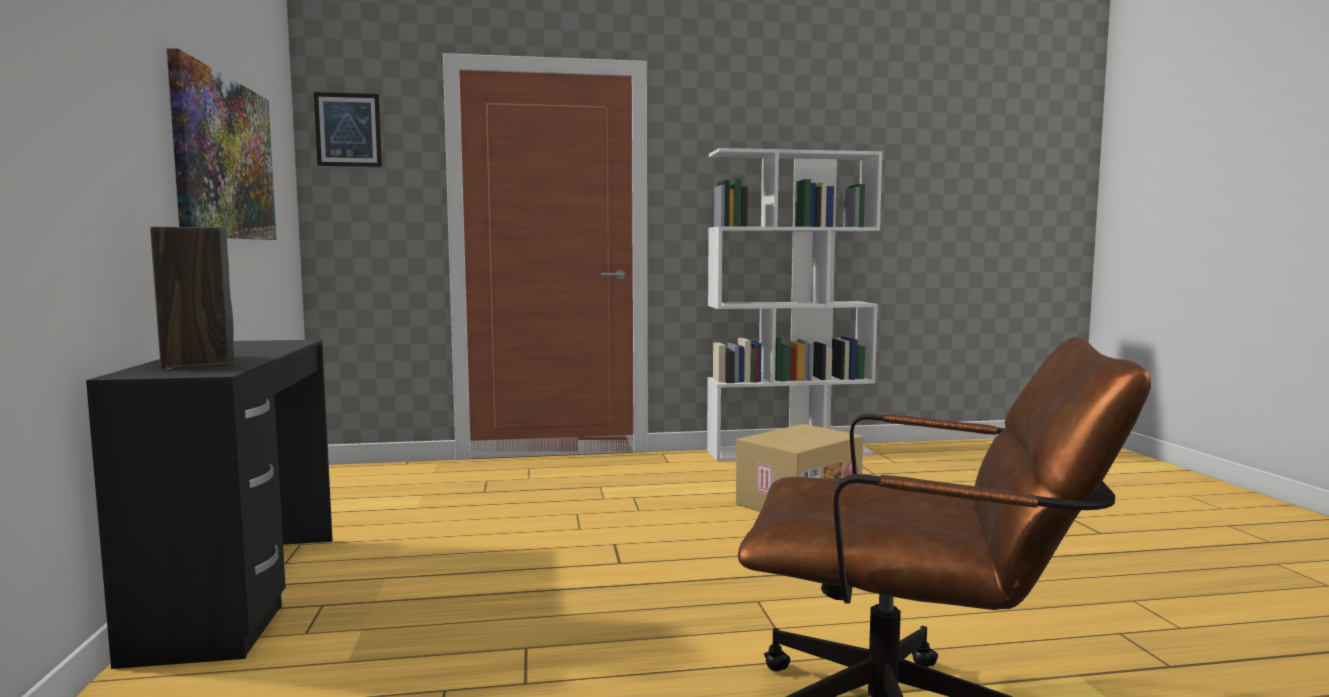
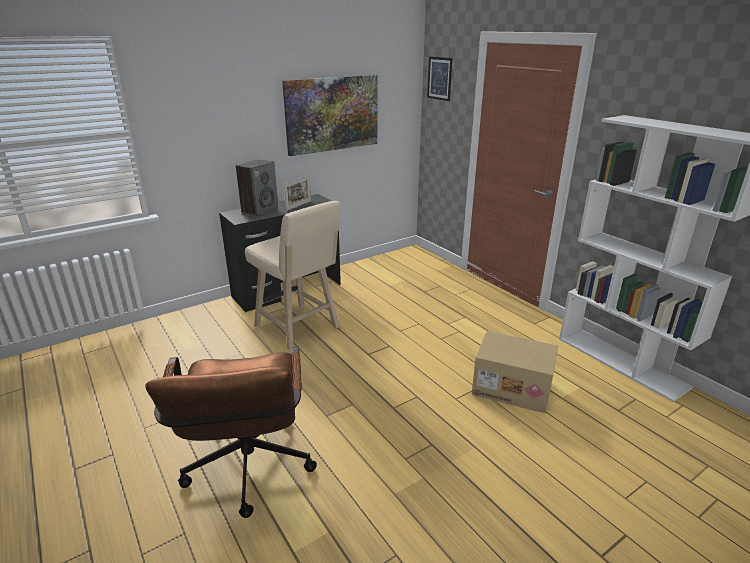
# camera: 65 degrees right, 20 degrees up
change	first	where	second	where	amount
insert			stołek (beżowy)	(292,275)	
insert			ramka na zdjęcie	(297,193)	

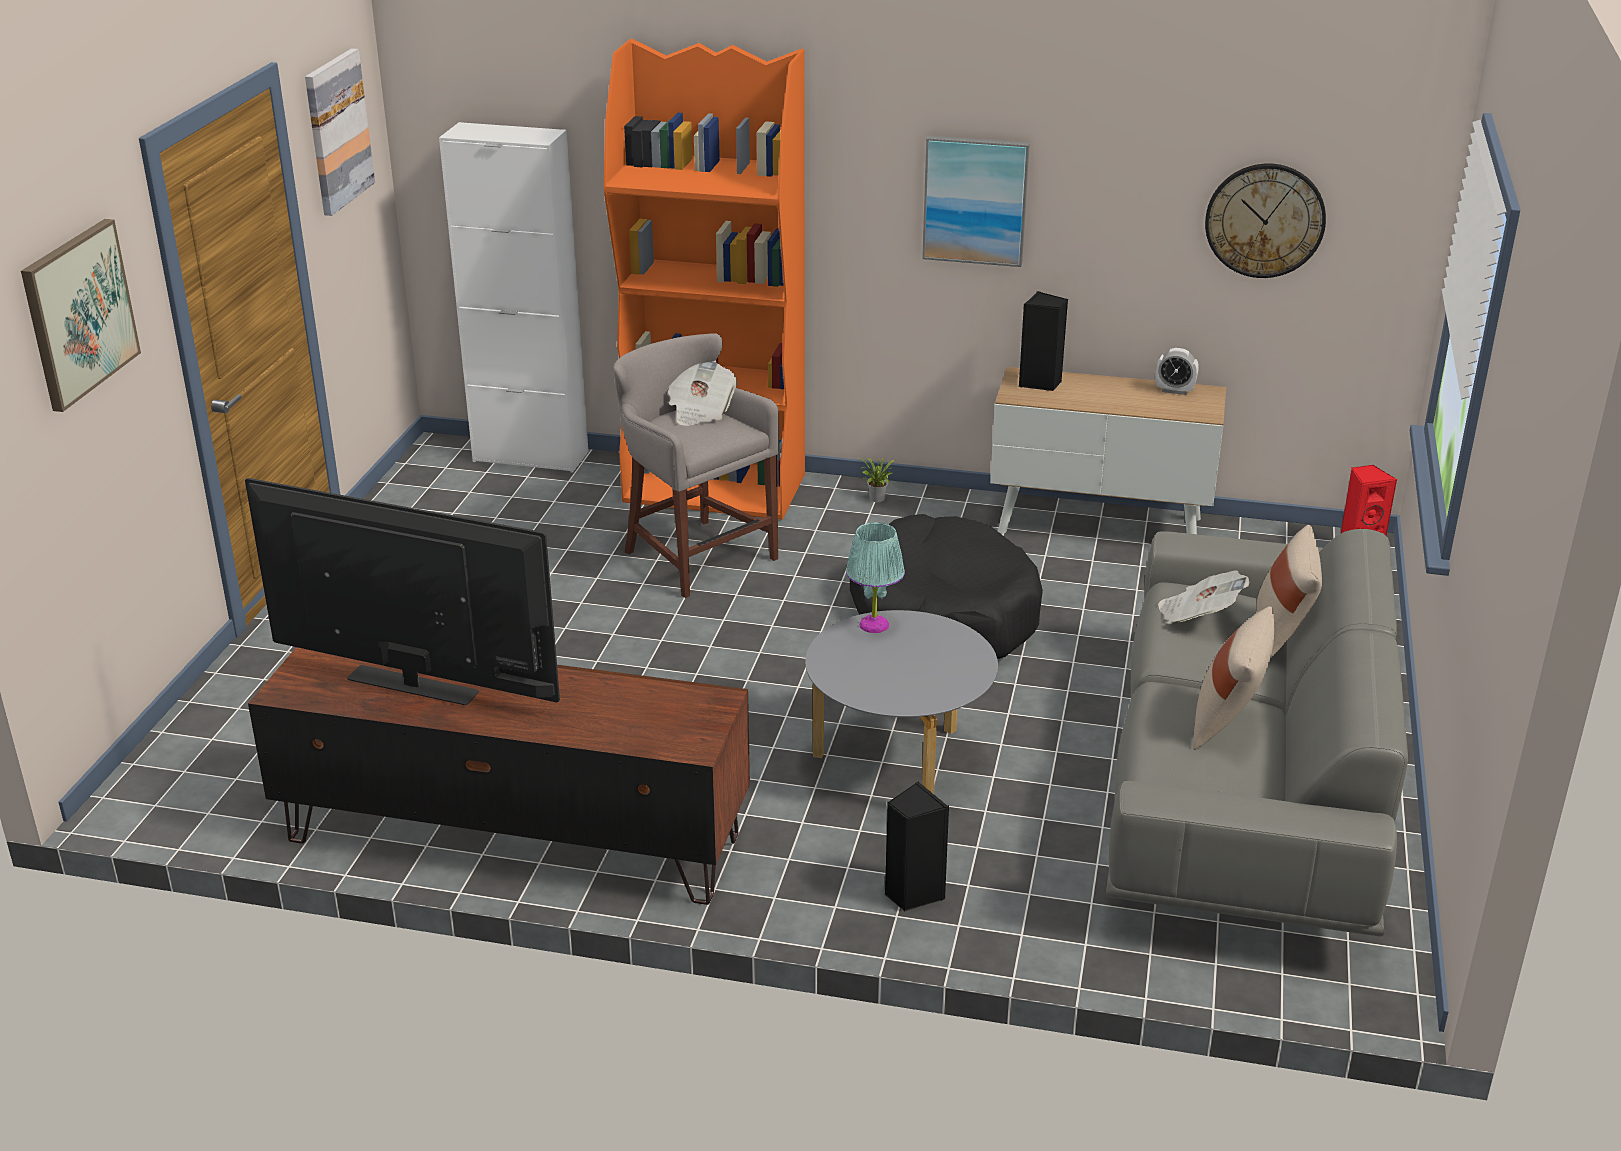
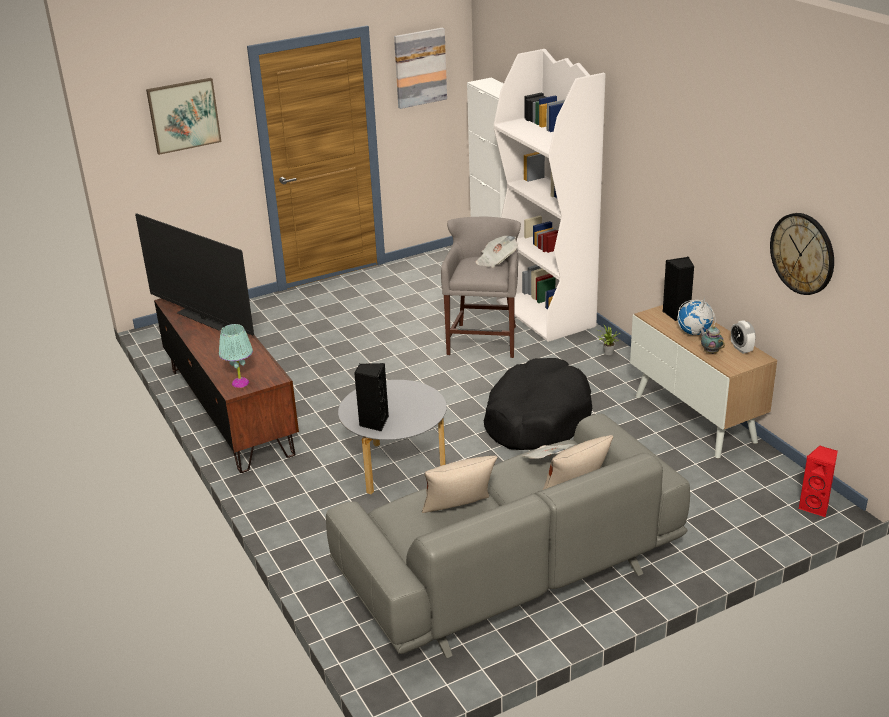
# camera: 50 degrees right, 0 degrees up
change	first	where	second	where	amount
rotate	telewizor	(402,591)		(194,274)	150 degrees clockwise
move	lampa stołowa (turkusowy)	(875,577)		(236,356)	
move	głośnik (czarny)	(917,846)		(371,397)	
recolor	regał (pomarańczowy)	(704,279)	regał (biały)	(549,195)	
insert			globus	(696,316)	
insert			imbryk	(712,340)	
delete	obraz	(976,201)			

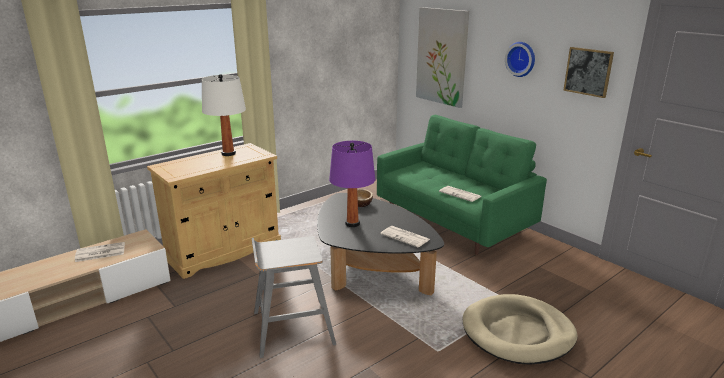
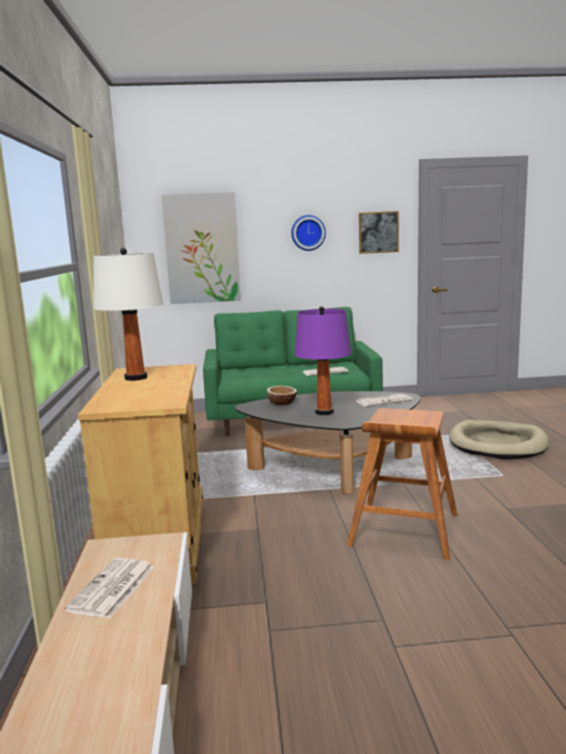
# camera: 55 degrees left, 10 degrees down
change	first	where	second	where	amount
recolor	stołek (szary)	(294,297)	stołek (brązowy)	(402,484)	

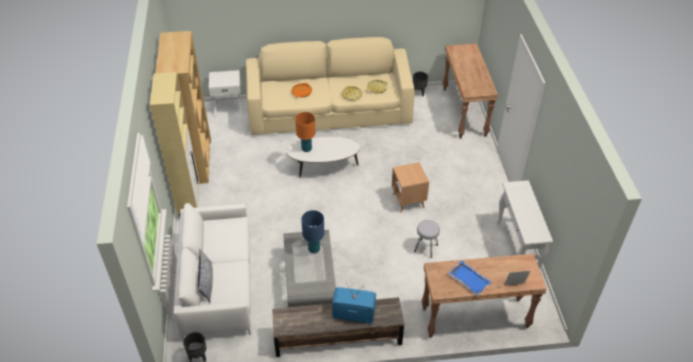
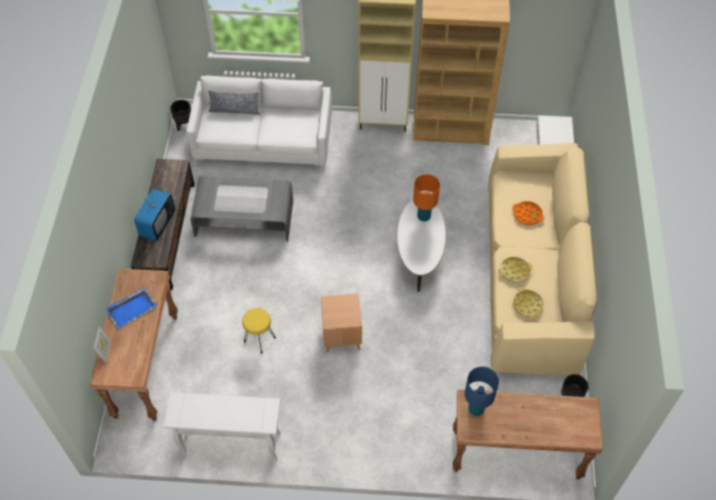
# camera: 100 degrees right, 10 degrees up
change	first	where	second	where	amount
recolor	stołek (szary)	(427,239)	stołek (żółty)	(259,331)	
move	lampa stołowa (niebieski)	(312,231)		(482,391)	

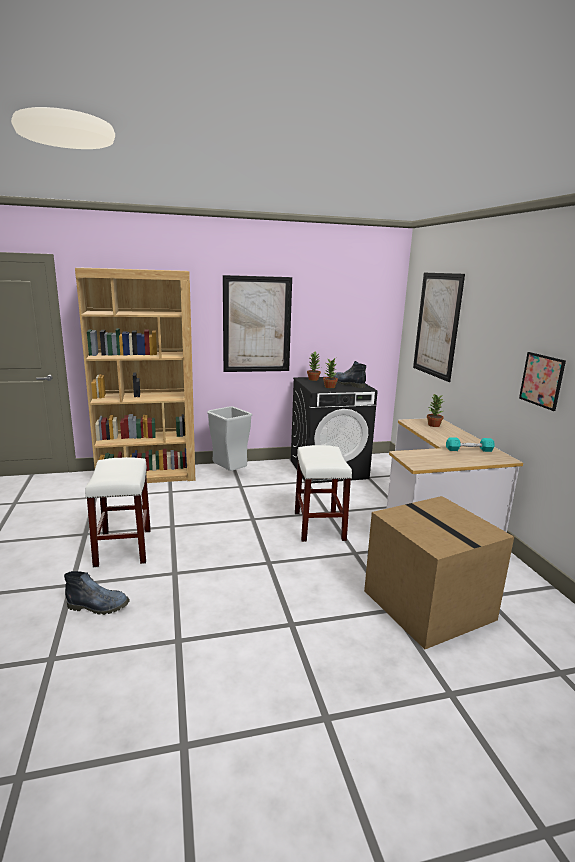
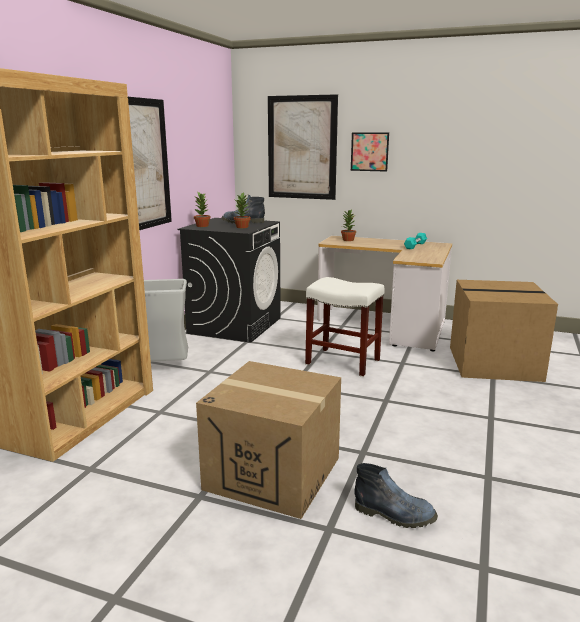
# camera: 55 degrees left, 0 degrees up
change	first	where	second	where	amount
replace	stołek (biały)	(118,512)	karton	(268,440)	
move	obraz	(542,381)		(370,152)	
rotate	but z cholewką	(97,593)		(396,495)	75 degrees clockwise

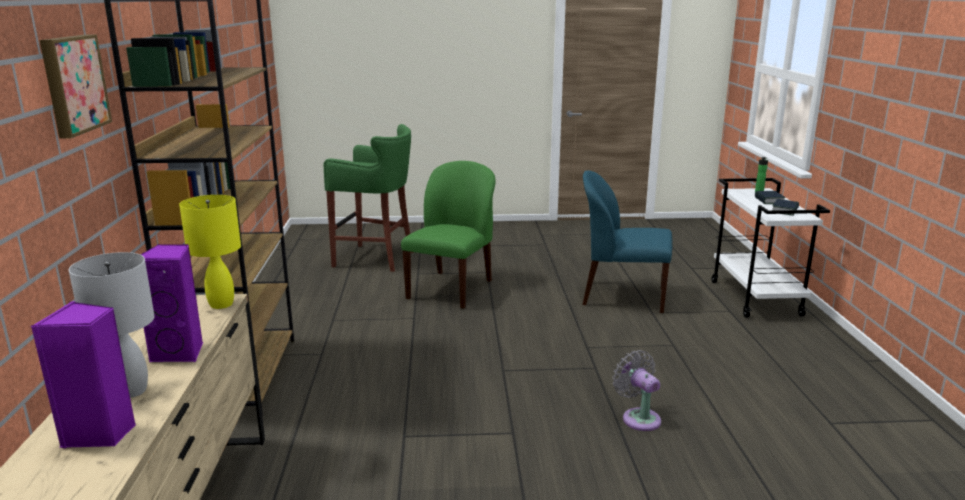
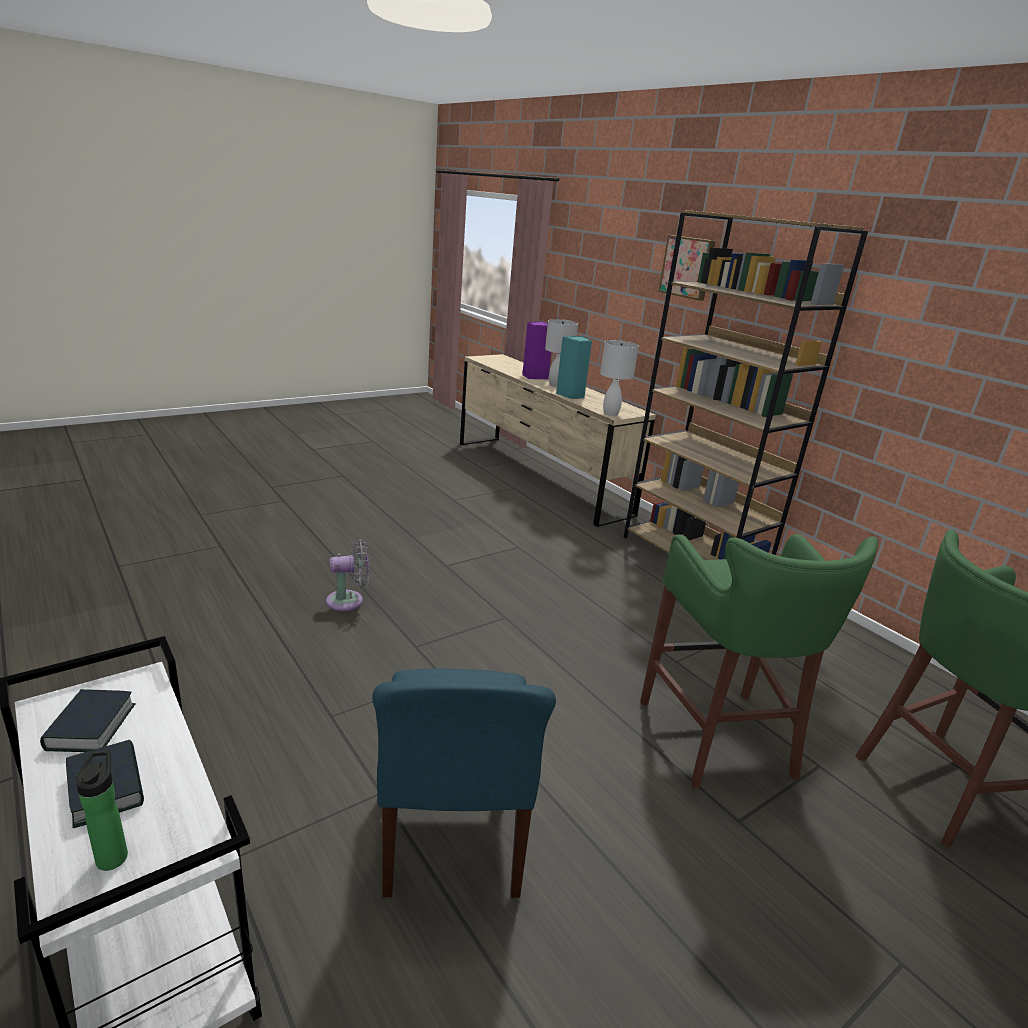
# camera: 145 degrees right, 5 degrees up
change	first	where	second	where	amount
rotate	wentylator (szary)	(636,390)		(348,575)	45 degrees counterclockwise
rotate	krzesło (niebieski)	(627,242)		(464,783)	105 degrees clockwise
recolor	głośnik (fioletowy)	(172,303)	głośnik (turkusowy)	(574,367)	
recolor	lampa stołowa (żółty)	(210,252)	lampa stołowa (biały)	(619,378)	
replace	krzesło (zielony)	(448,235)	stołek (zielony)	(759,661)	

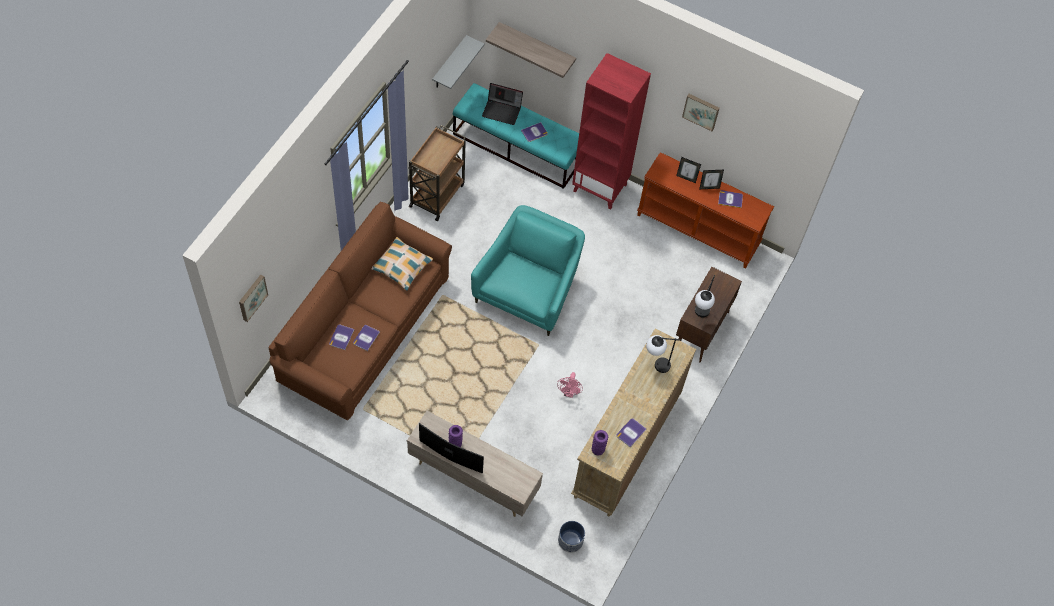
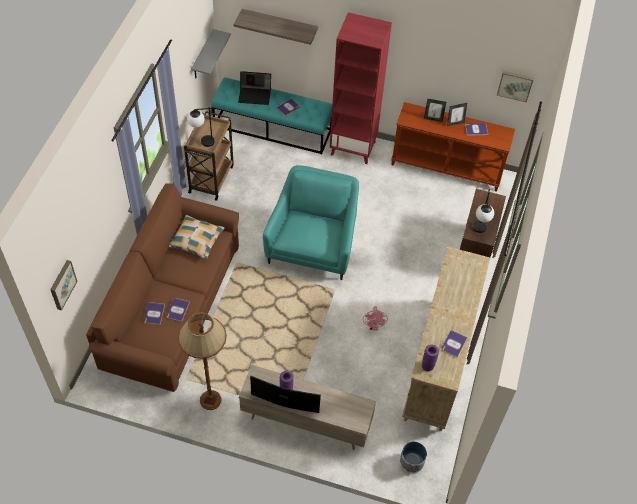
# camera: 10 degrees left, 5 degrees down
change	first	where	second	where	amount
insert			lampa stojąca (brązowy)	(202,361)	
move	lampa stołowa	(664,354)		(201,127)	
move	obraz	(701,112)		(515,86)	

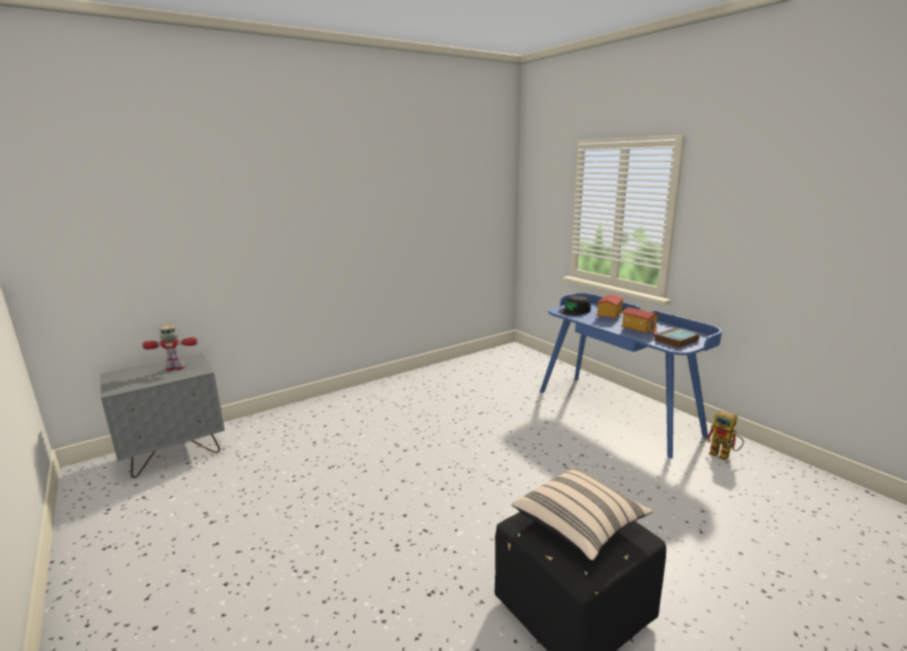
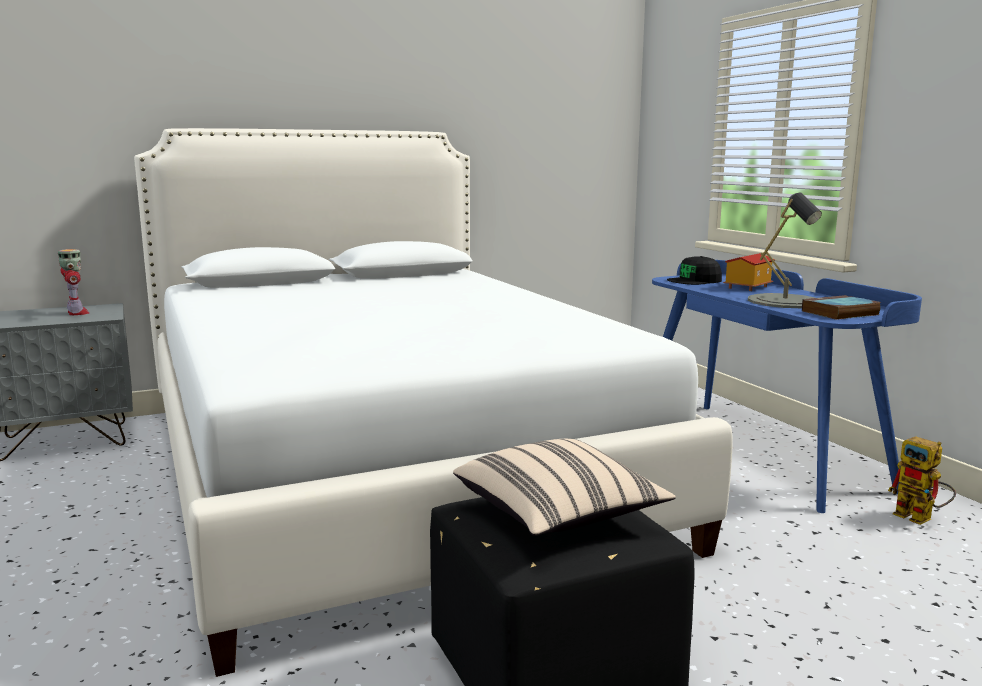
# camera: 10 degrees right, 5 degrees down
change	first	where	second	where	amount
rotate	robot zabawkowy	(170,348)		(73,282)	60 degrees clockwise
insert			łóżko (biały)	(433,402)	
replace	domek	(640,321)	lampa stołowa (szary)	(785,250)	

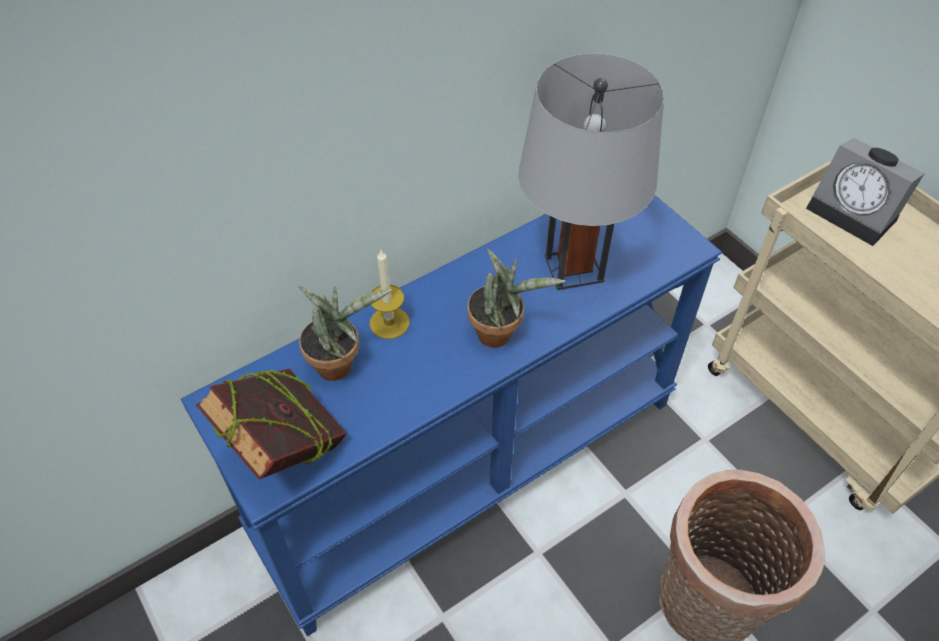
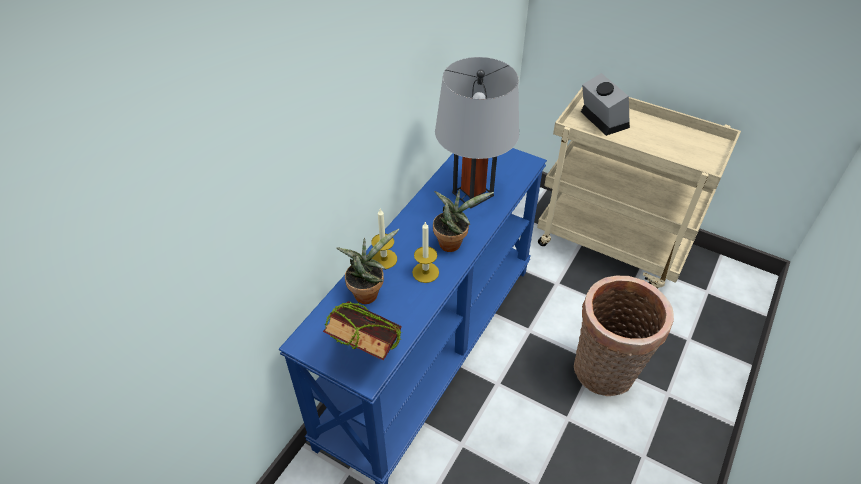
# camera: 25 degrees left, 5 degrees down
change	first	where	second	where	amount
insert			świeca	(425,252)	
rotate	budzik	(865,192)		(605,104)	135 degrees counterclockwise

